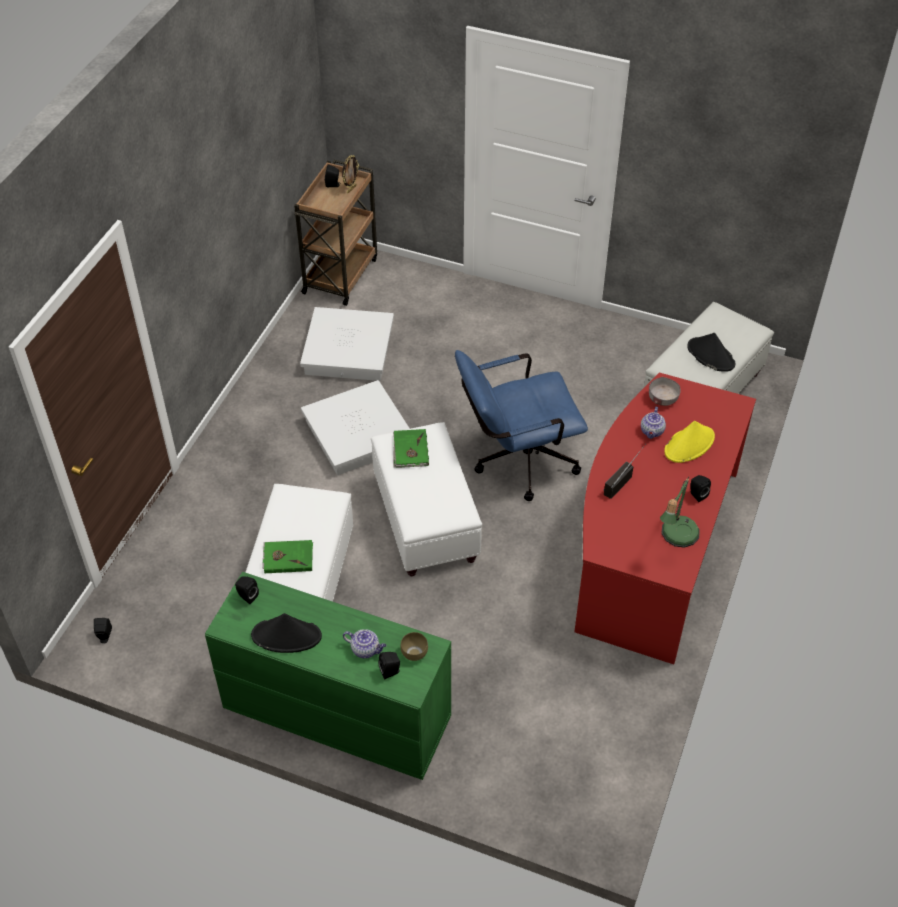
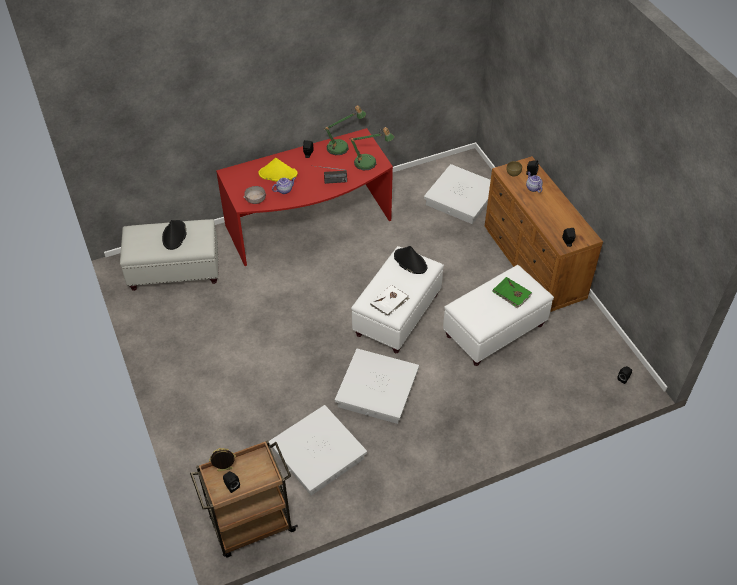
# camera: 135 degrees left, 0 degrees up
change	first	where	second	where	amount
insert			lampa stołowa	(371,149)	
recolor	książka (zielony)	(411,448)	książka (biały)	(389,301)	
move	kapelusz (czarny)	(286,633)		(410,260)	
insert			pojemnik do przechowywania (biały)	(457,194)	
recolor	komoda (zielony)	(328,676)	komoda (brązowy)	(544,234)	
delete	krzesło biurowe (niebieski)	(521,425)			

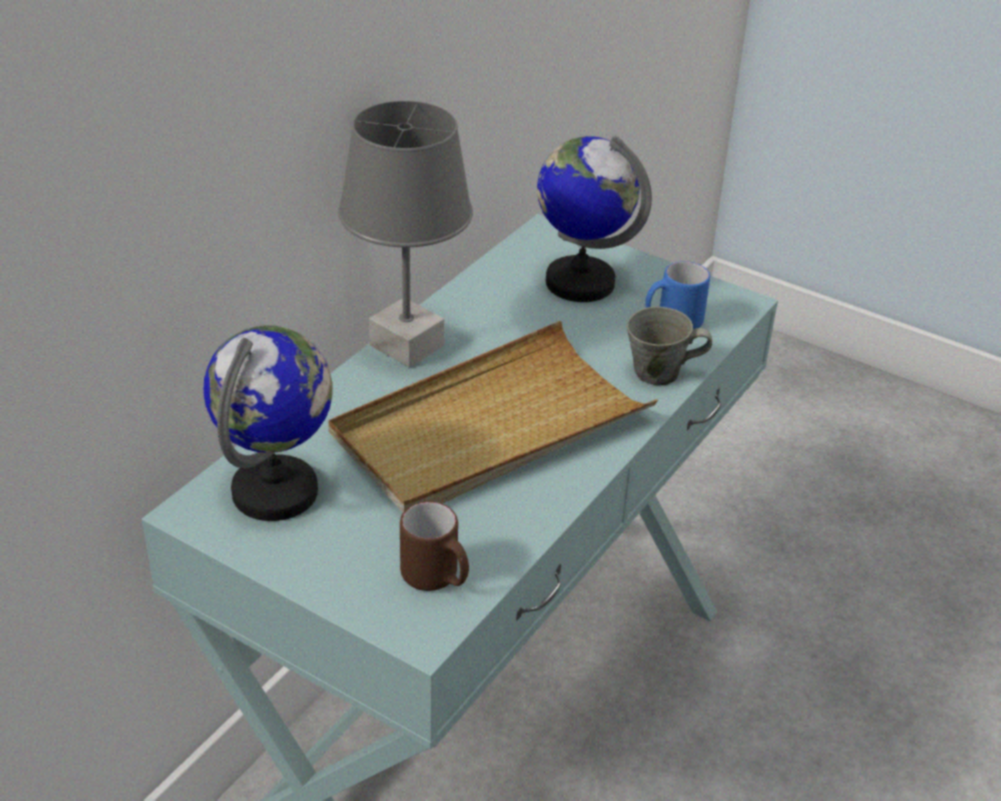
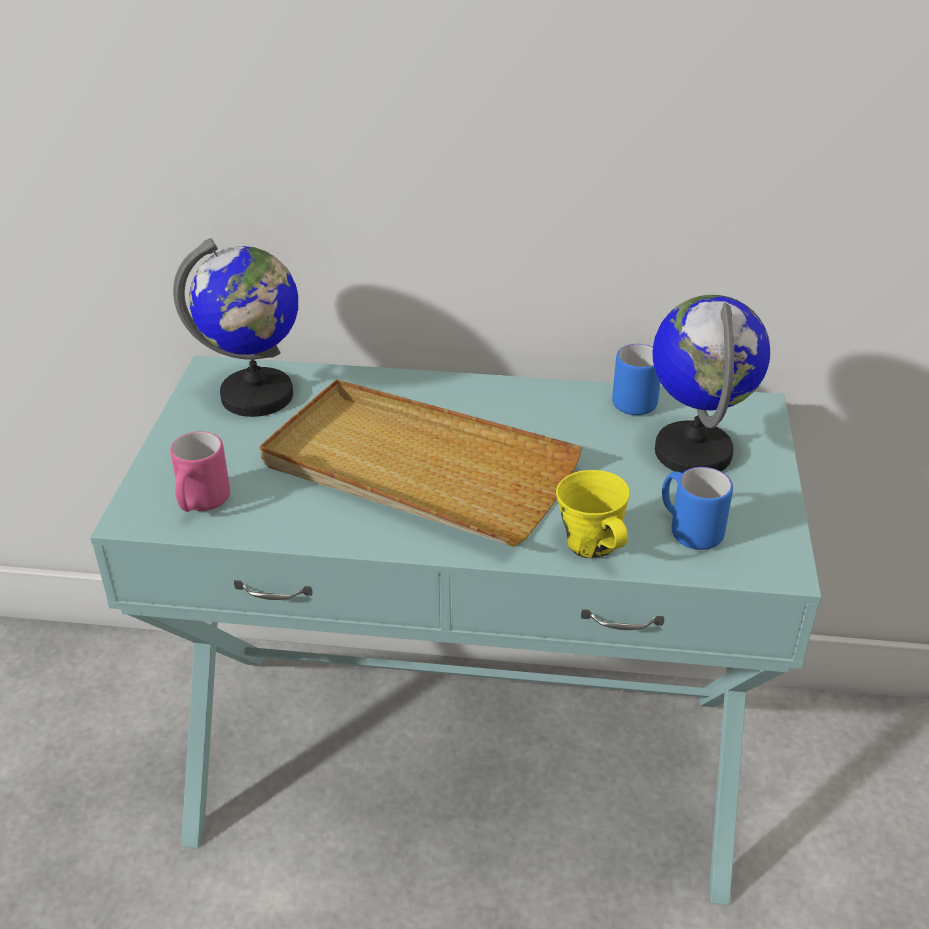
# camera: 65 degrees right, 0 degrees up
change	first	where	second	where	amount
recolor	kubek (brązowy)	(434,546)	kubek (różowy)	(200,471)	
recolor	kubek (szary)	(669,345)	kubek (żółty)	(593,514)	
insert			kubek (niebieski)	(636,379)	
delete	lampa stołowa (szary)	(405,234)			

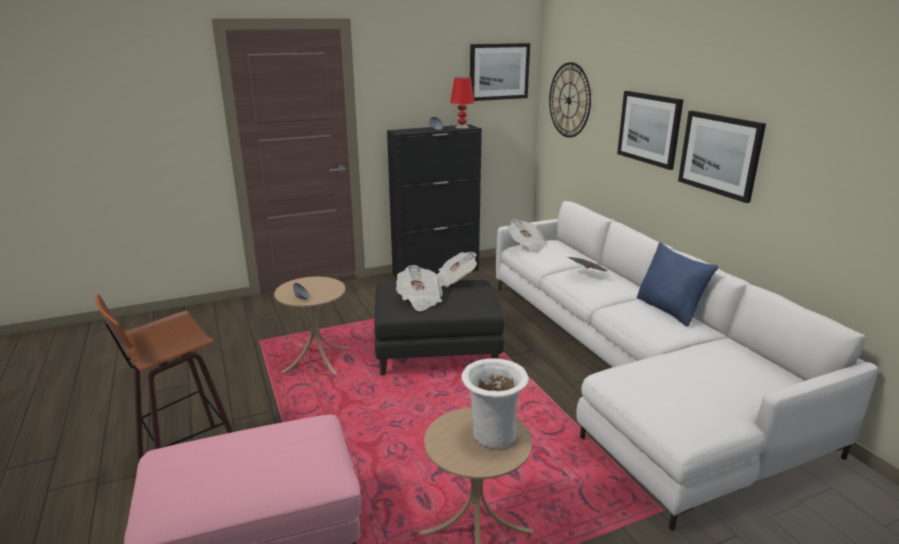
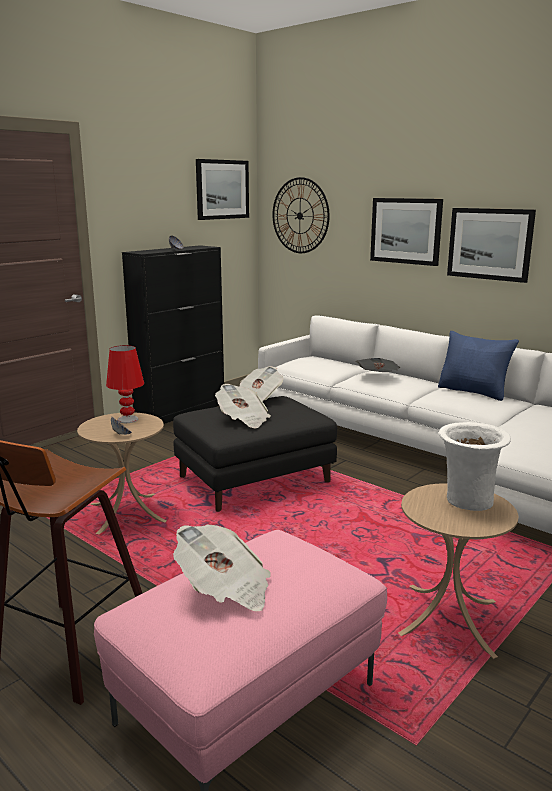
# camera: 25 degrees left, 5 degrees down
change	first	where	second	where	amount
move	lampa stołowa (czerwony)	(462,103)		(125,384)	
move	gazeta	(527,236)		(222,568)	

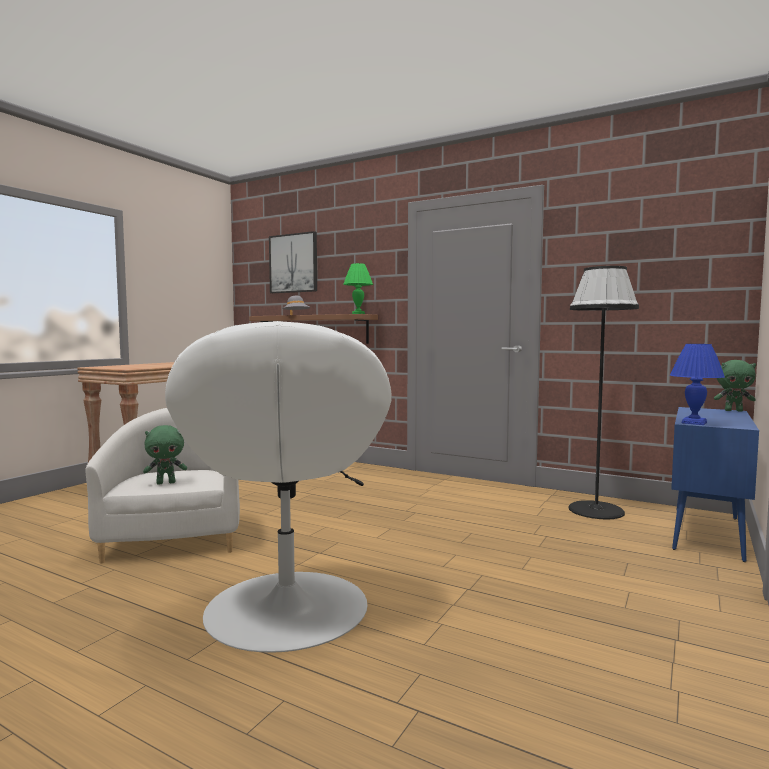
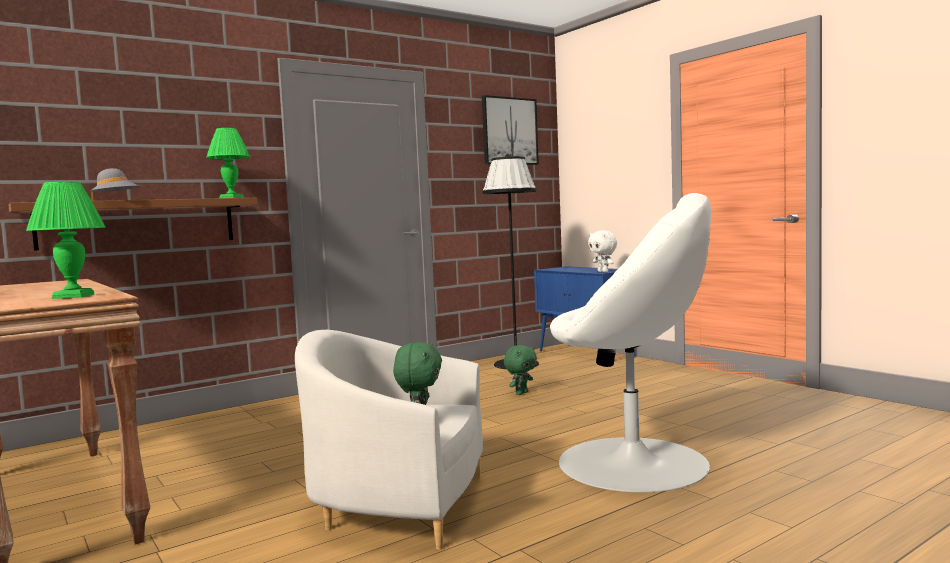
# camera: 65 degrees left, 0 degrees up
change	first	where	second	where	amount
insert			lampa stołowa (zielony)	(66,240)	
move	obraz	(293,262)		(510,130)	
move	pluszak (zielony)	(735,386)		(520,370)	
replace	lampa stołowa (niebieski)	(697,384)	pluszak (biały)	(602,251)	

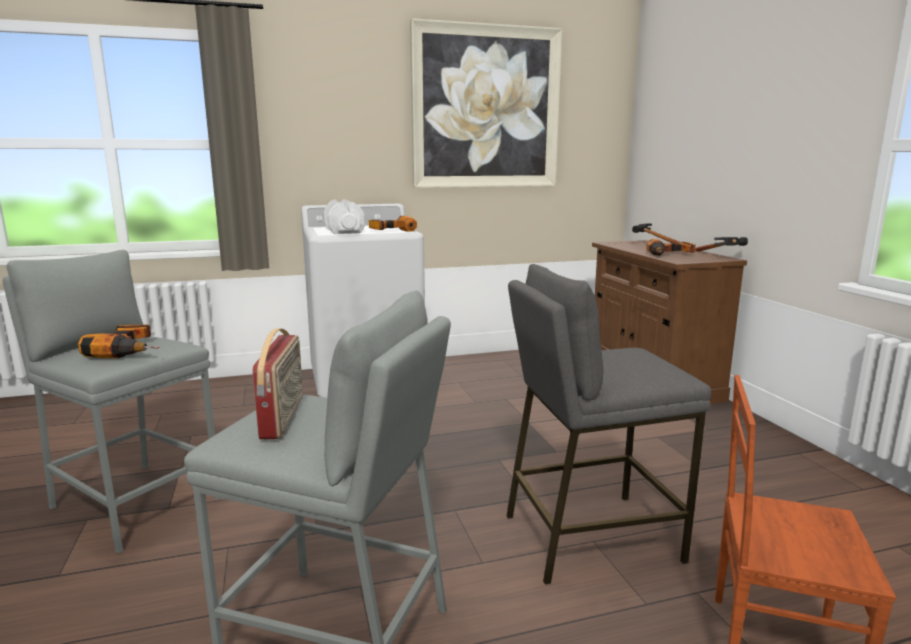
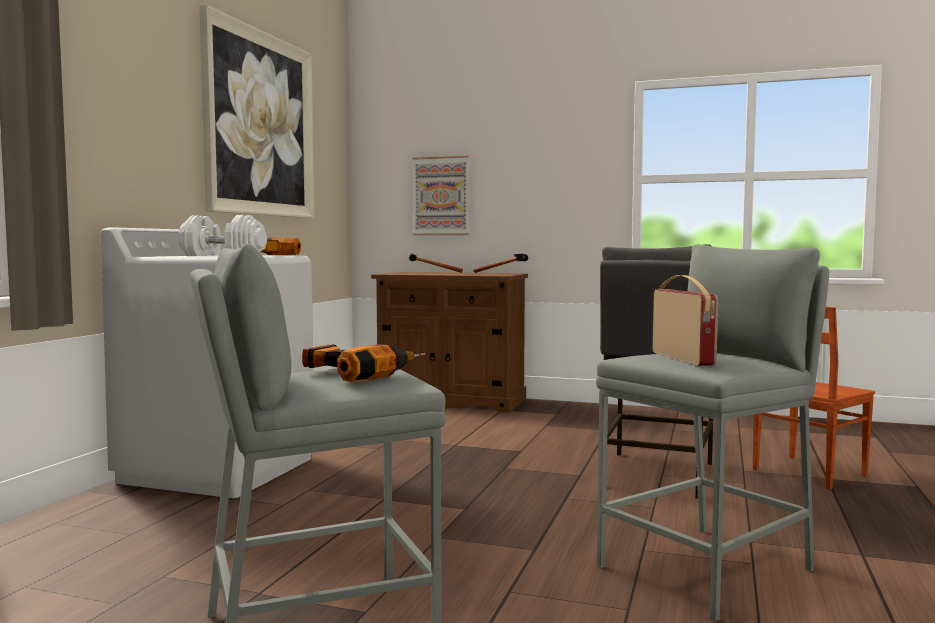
# camera: 55 degrees left, 10 degrees down
change	first	where	second	where	amount
insert			obraz	(440,195)	
rotate	radio	(278,384)		(685,320)	45 degrees clockwise
delete	wiertarka	(671,247)			

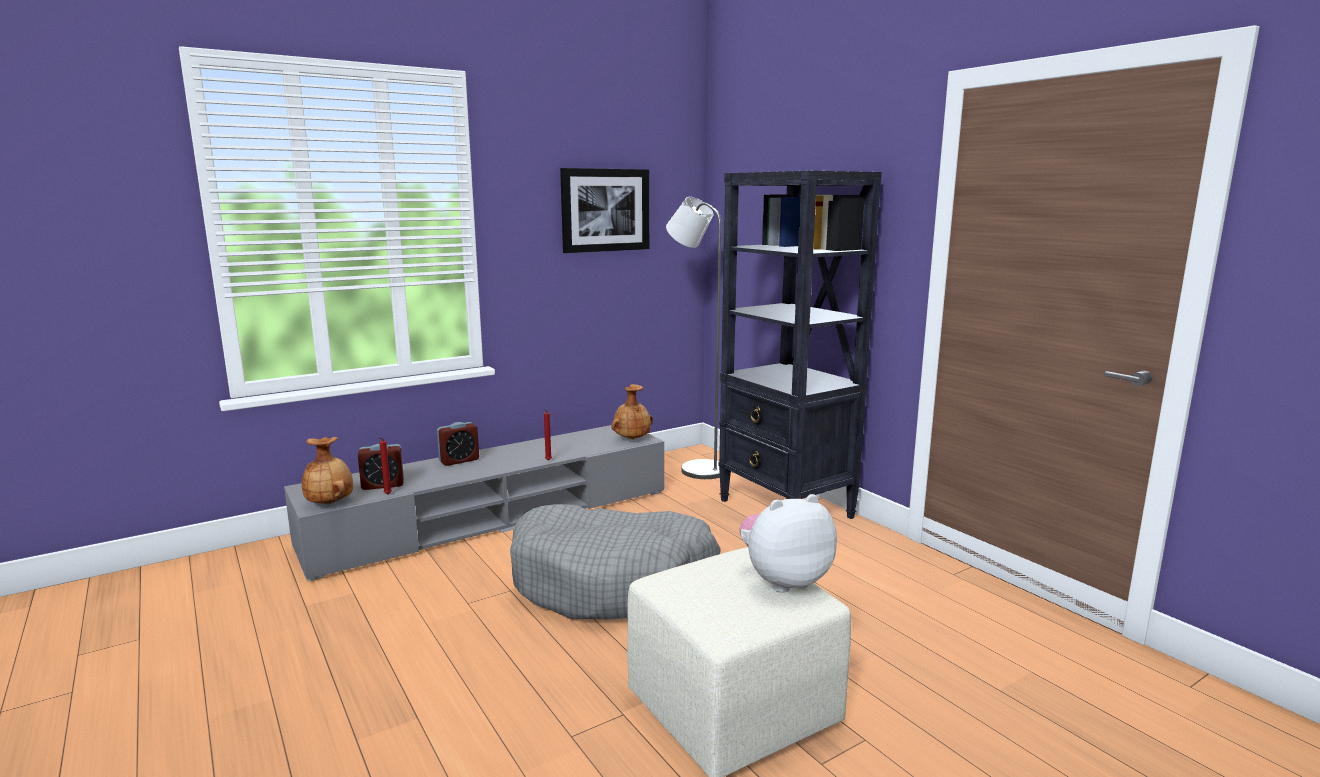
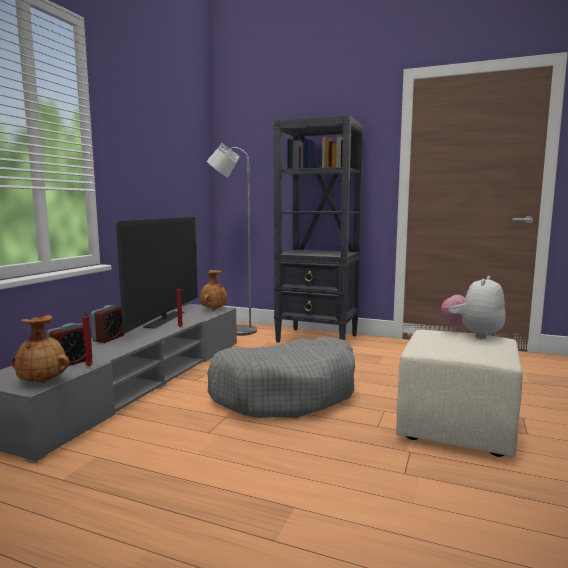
# camera: 35 degrees left, 5 degrees down
change	first	where	second	where	amount
insert			telewizor	(157,275)	
delete	obraz	(604,210)			

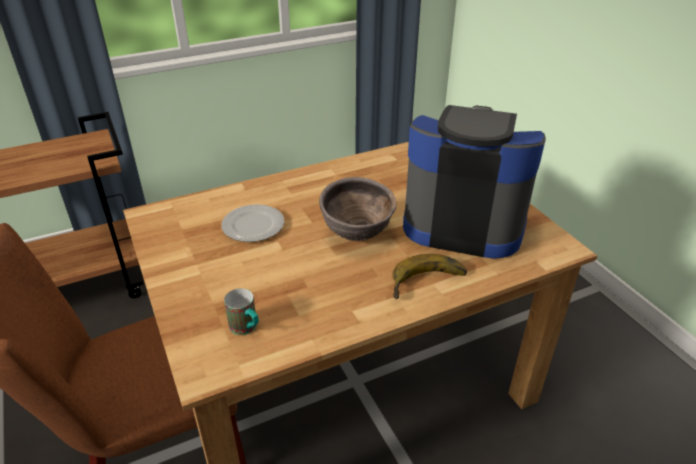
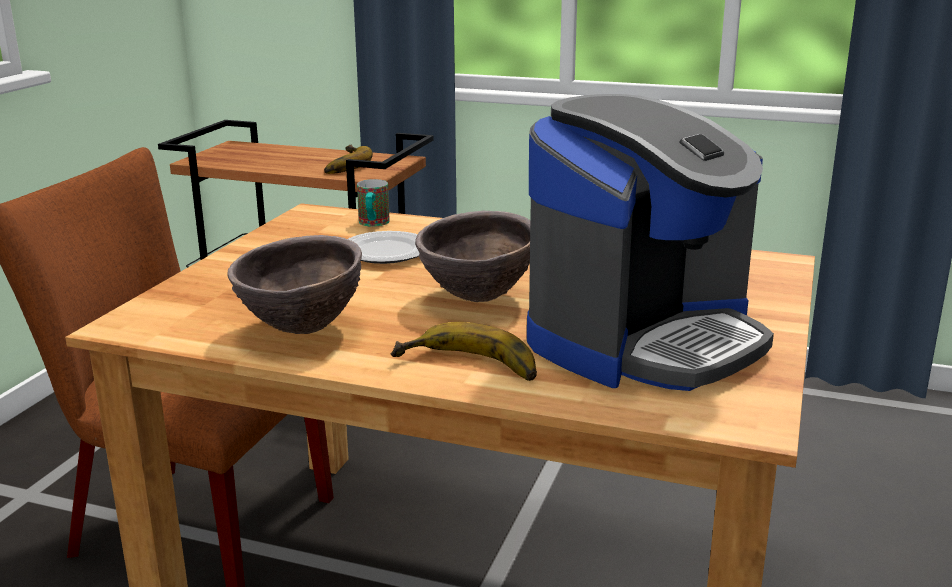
# camera: 45 degrees right, 15 degrees down
change	first	where	second	where	amount
insert			miska (brązowy)	(294,284)	
insert			banan	(348,159)	
move	kubek	(241,311)		(373,202)	
rotate	ekspres do kawy	(474,182)		(650,242)	75 degrees clockwise

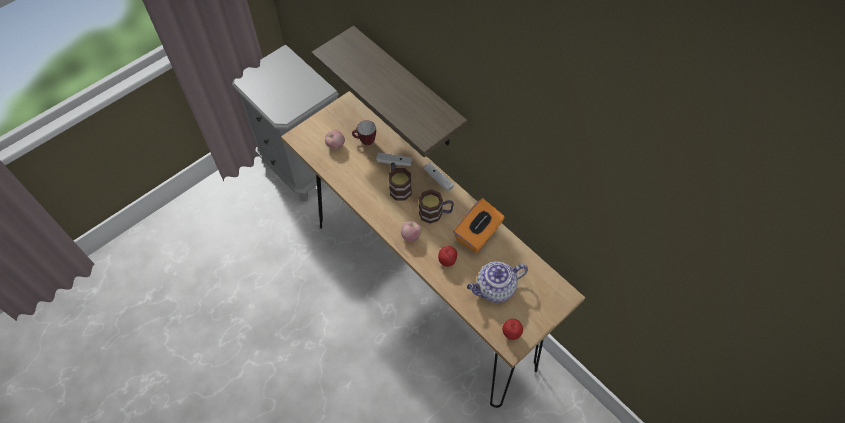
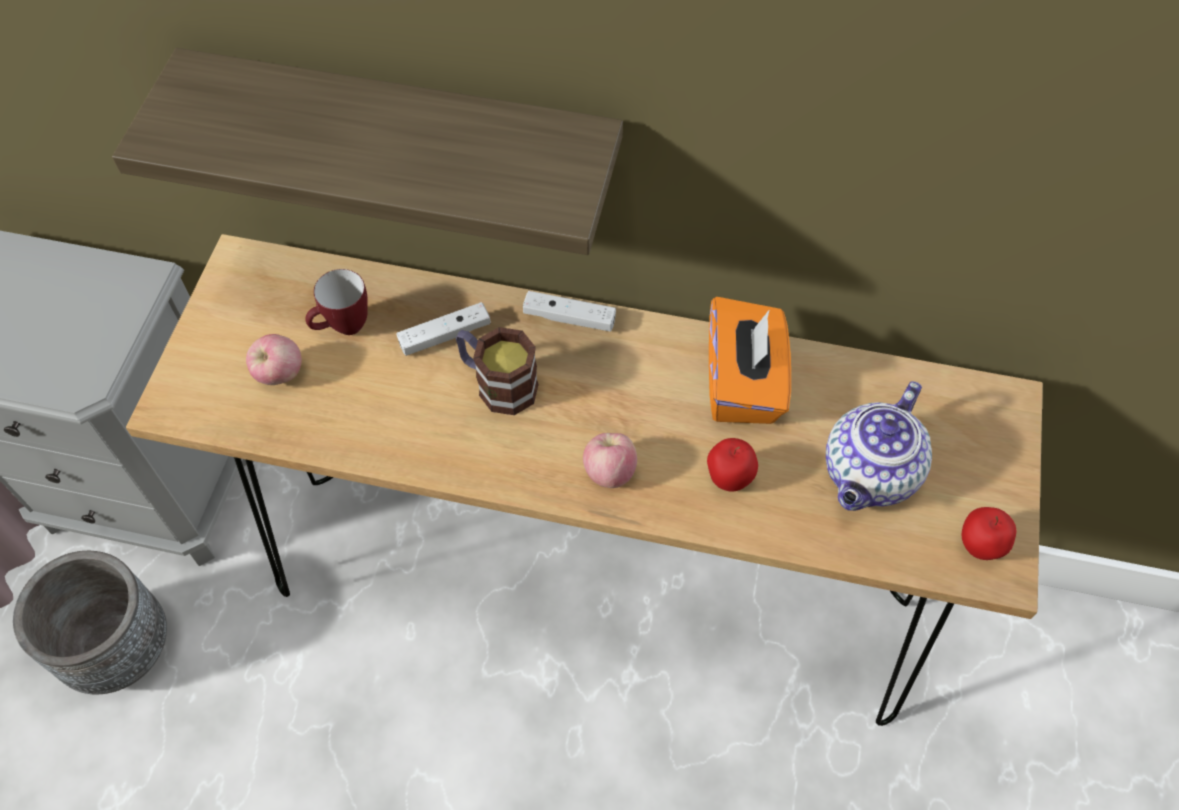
# camera: 35 degrees left, 0 degrees up
change	first	where	second	where	amount
insert			donica (szary)	(90,623)	
delete	kubek	(436,206)			

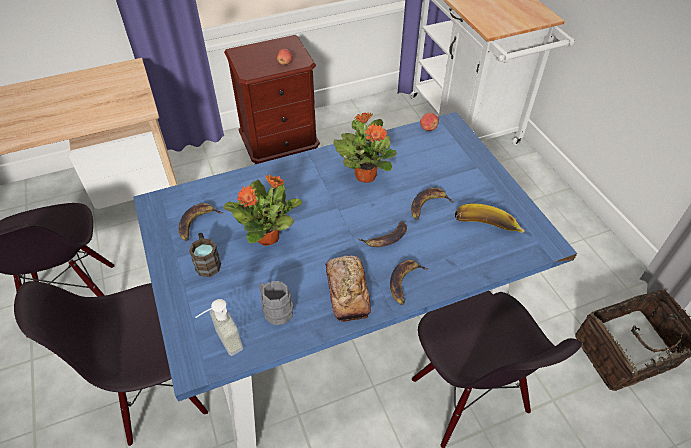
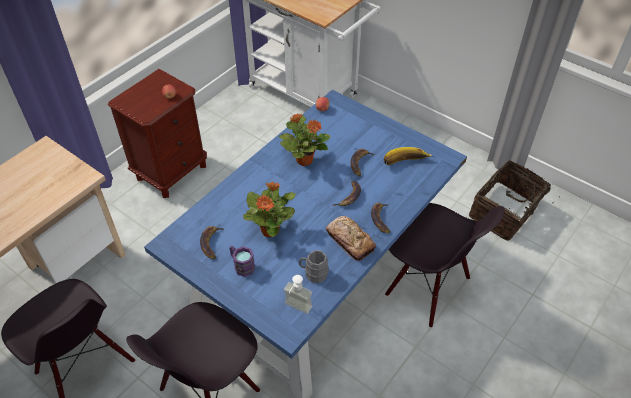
# camera: 30 degrees left, 0 degrees up
change	first	where	second	where	amount
recolor	kubek (brązowy)	(205,255)	kubek (fioletowy)	(242,261)	

